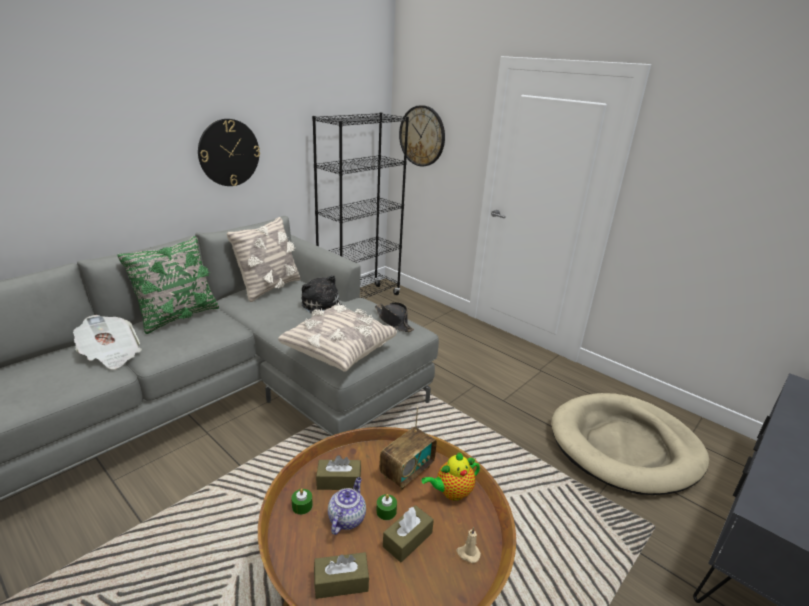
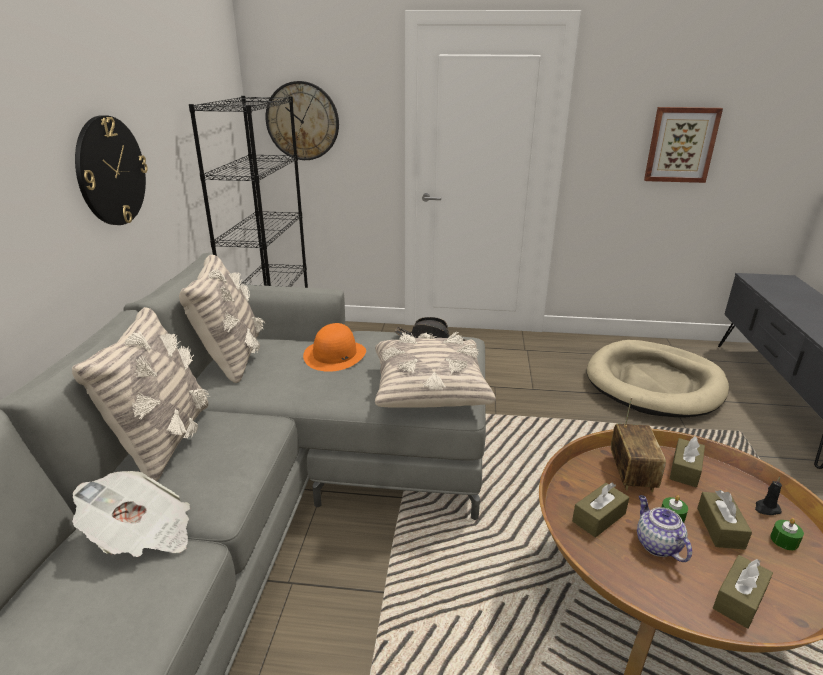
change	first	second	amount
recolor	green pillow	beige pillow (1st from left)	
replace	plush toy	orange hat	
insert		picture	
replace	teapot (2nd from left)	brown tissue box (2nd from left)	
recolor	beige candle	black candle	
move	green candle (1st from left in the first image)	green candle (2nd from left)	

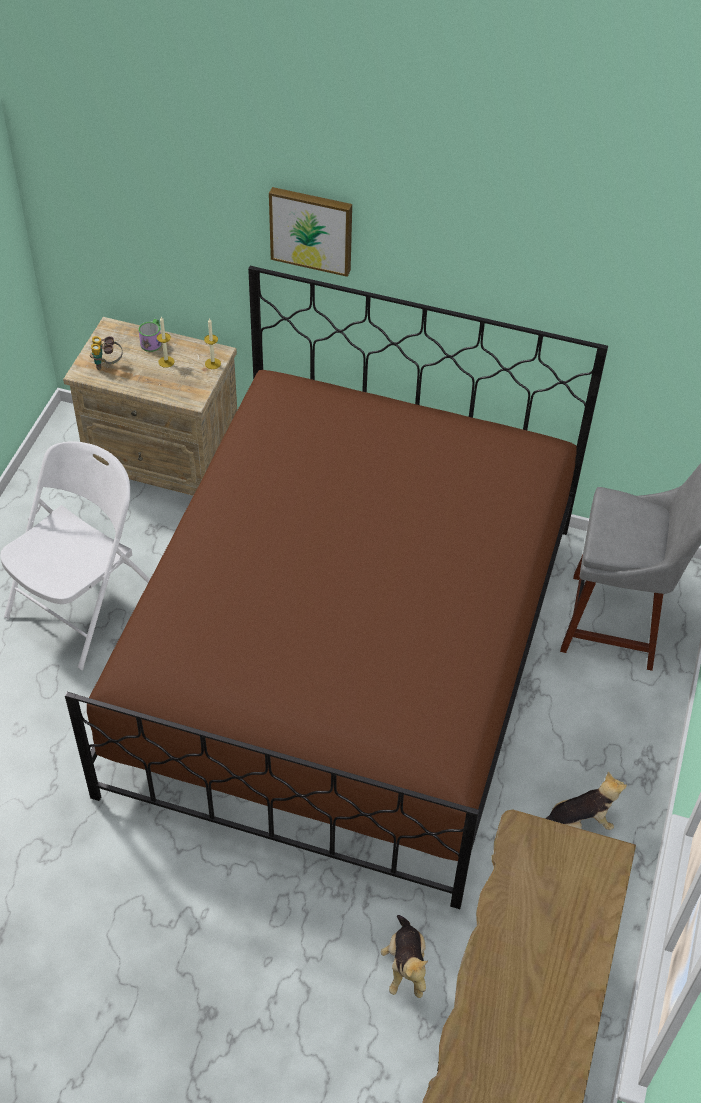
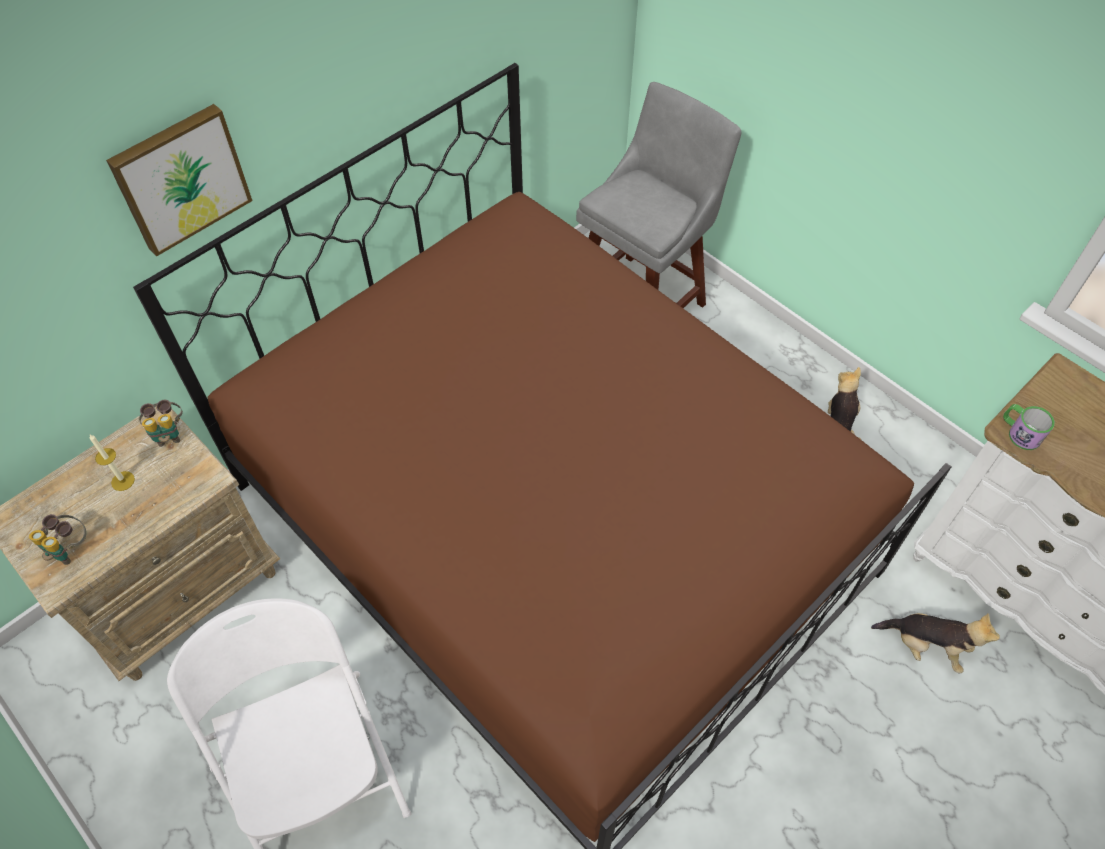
change	first	second	amount
replace	candle (2nd from left)	binoculars (2nd from left)	
move	mug		

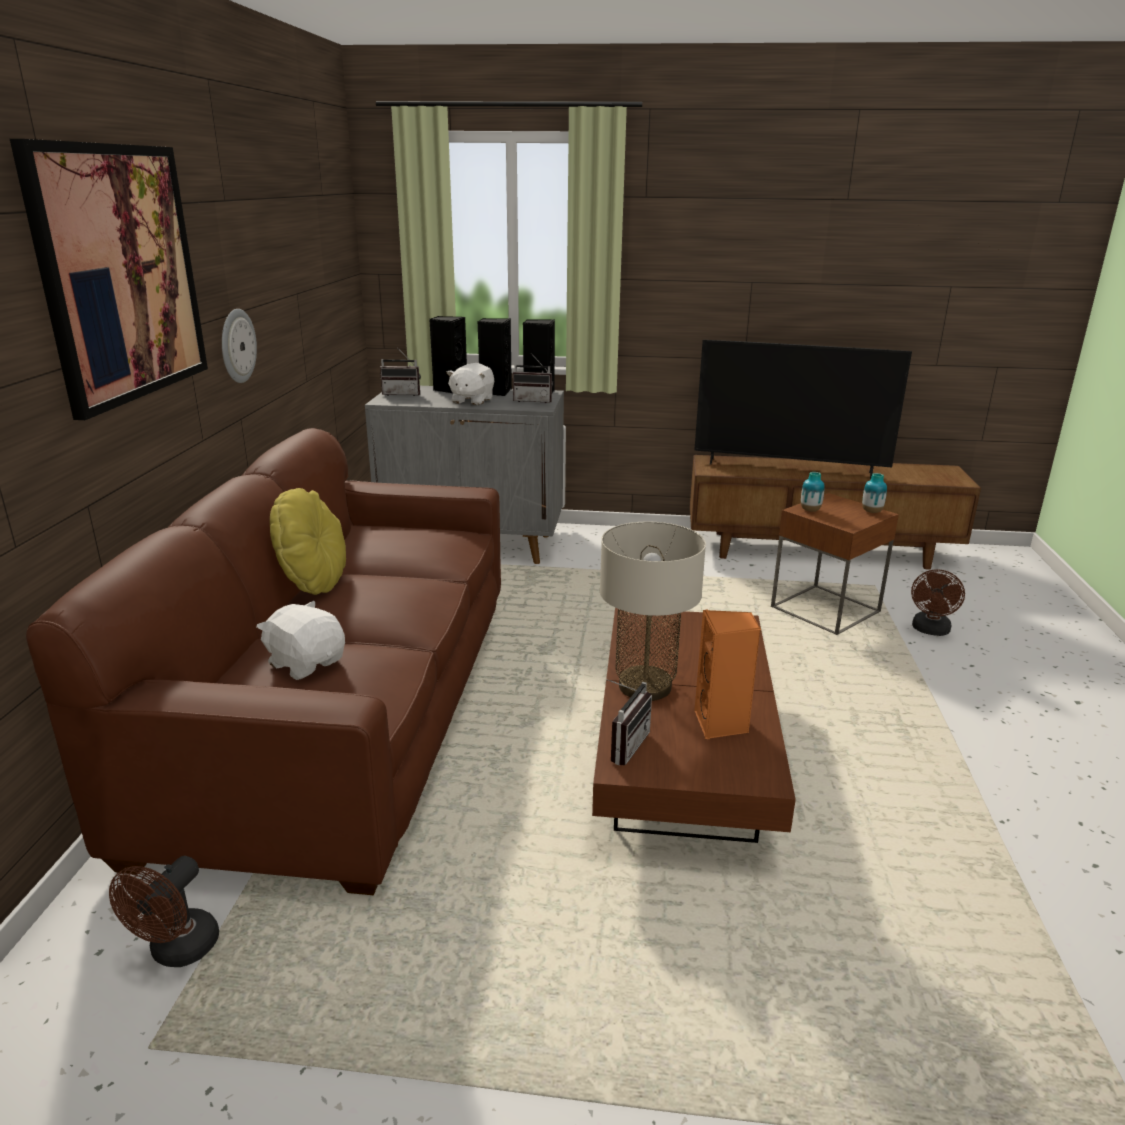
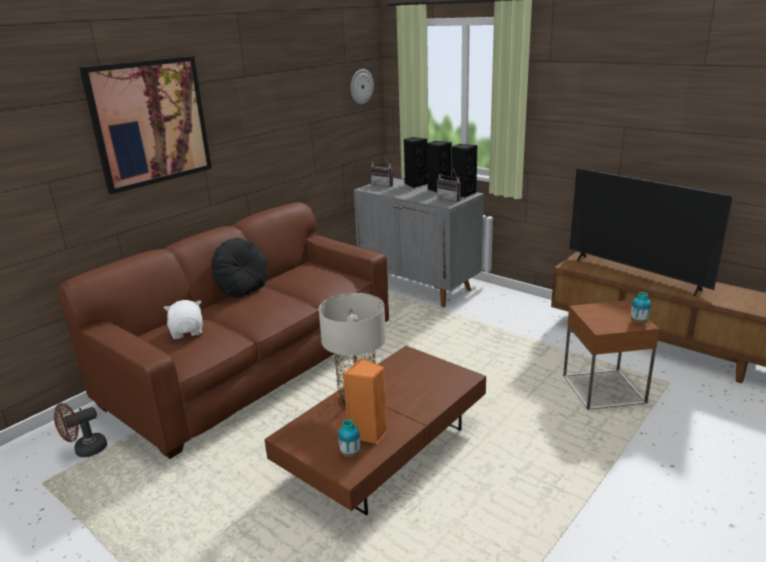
change	first	second	amount
recolor	yellow pillow	black pillow	
move	vase (1st from left)		
move	wall clock		
delete	white plush toy (2nd from left)		
delete	radio (3rd from left)		
delete	brown fan (2nd from left)		

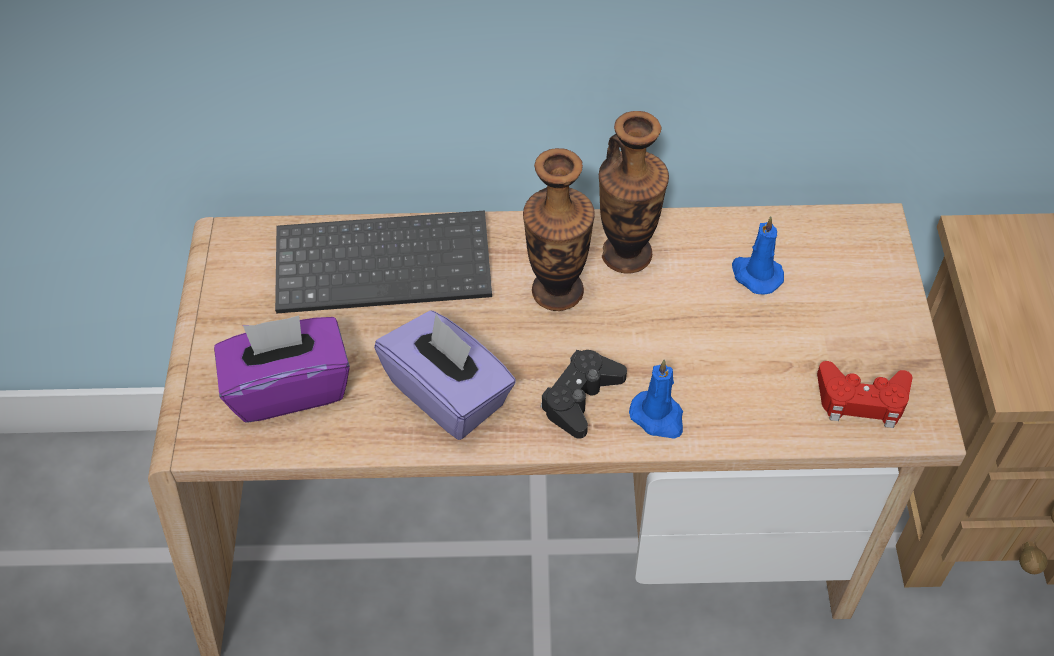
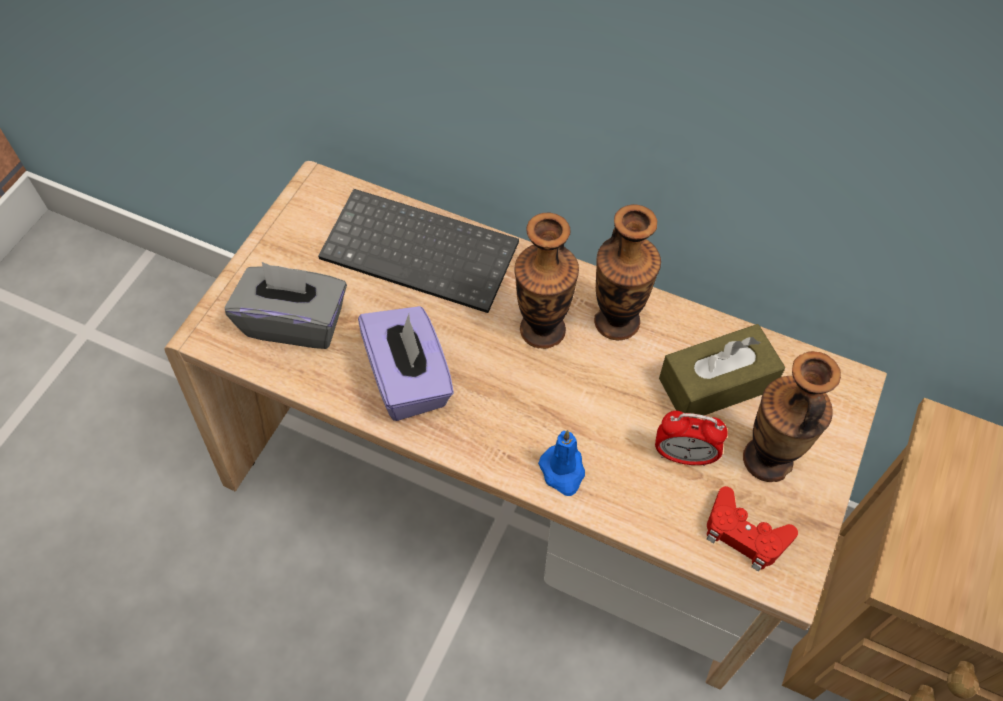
change	first	second	amount
recolor	purple tissue box (1st from left)	grey tissue box	
insert		alarm clock	
replace	blue candle (2nd from left)	brown tissue box	
insert		vase (3rd from left)	
delete	black game controller		

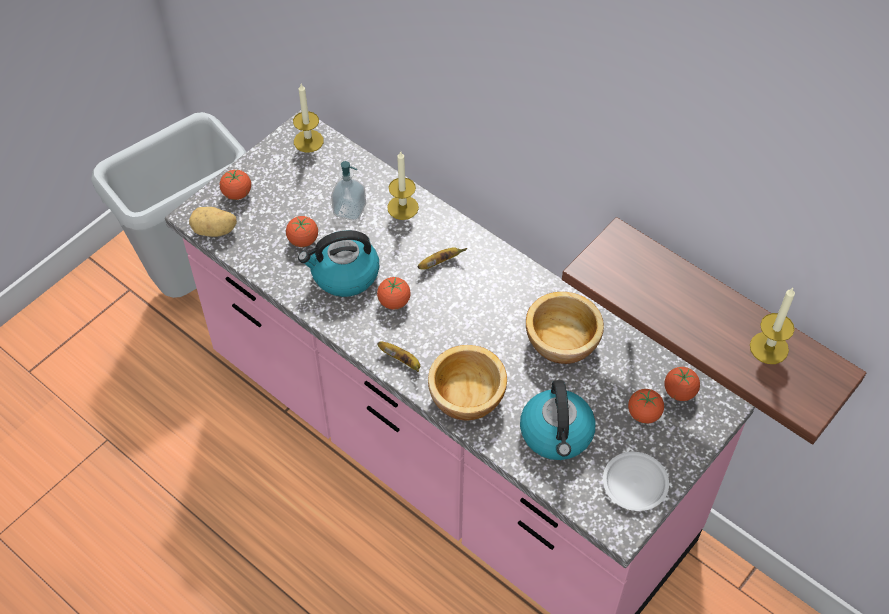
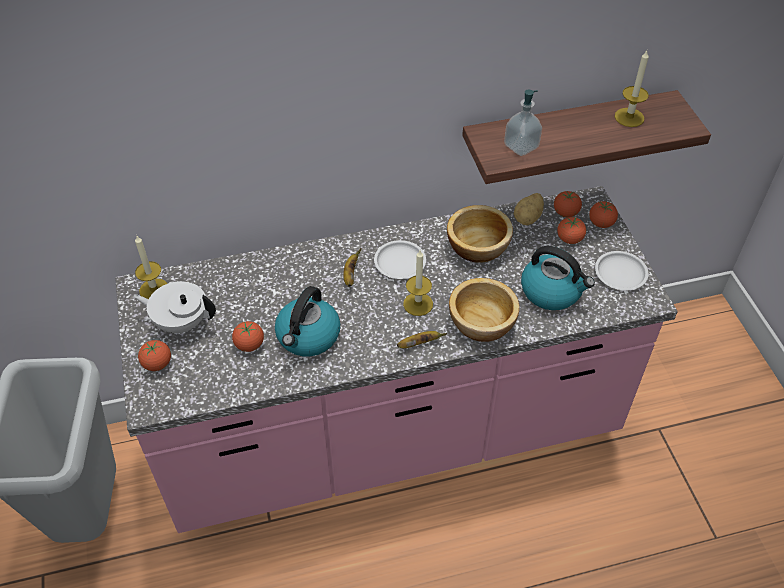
change	first	second	amount
insert		white teapot	
insert		white plate (1st from left)	
move	candle (2nd from left)		
move	soap dispenser		
move	potato		
move	tomato (3rd from left in the first image)	tomato (5th from left)	

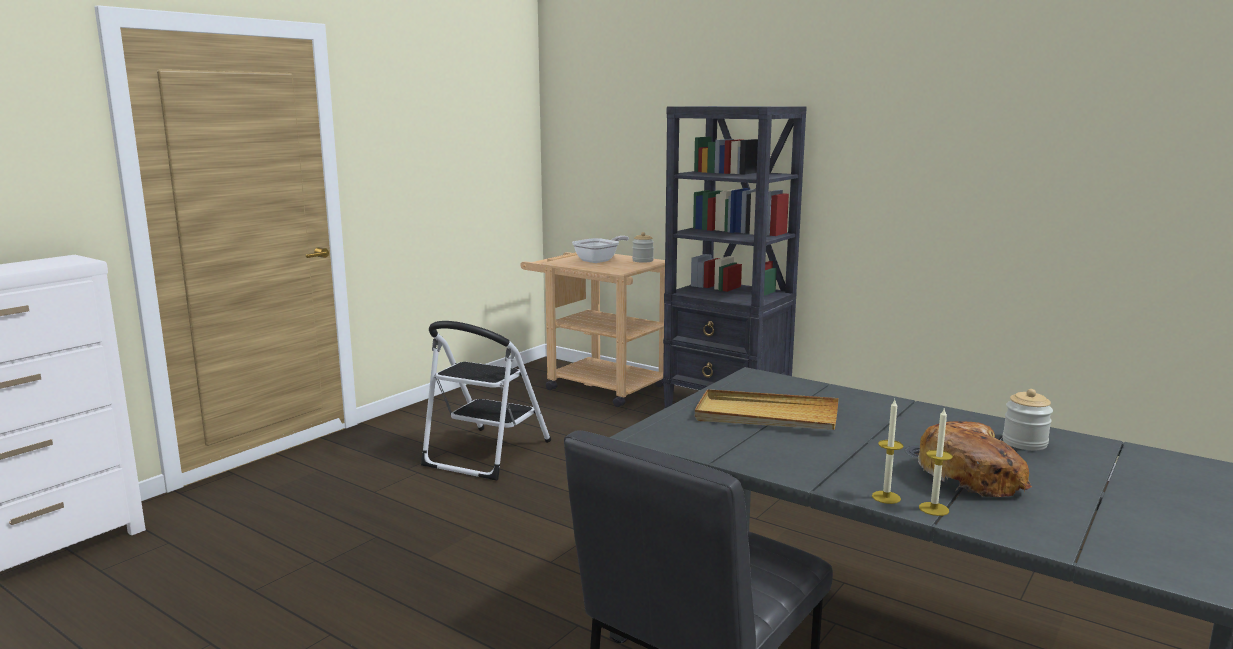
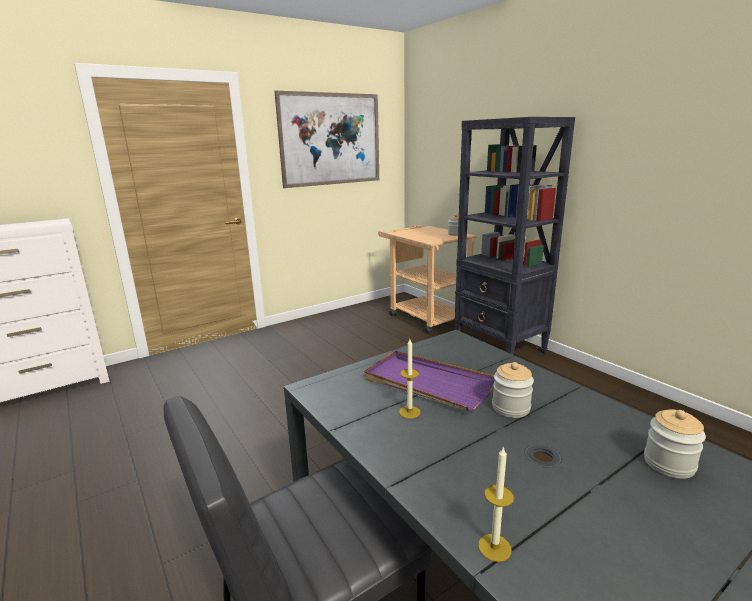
change	first	second	amount
insert		picture	
recolor	beige tray	purple tray	
move	candle (1st from left)		
insert		jar (2nd from left)	
delete	step ladder		
delete	frying pan		
delete	bread		

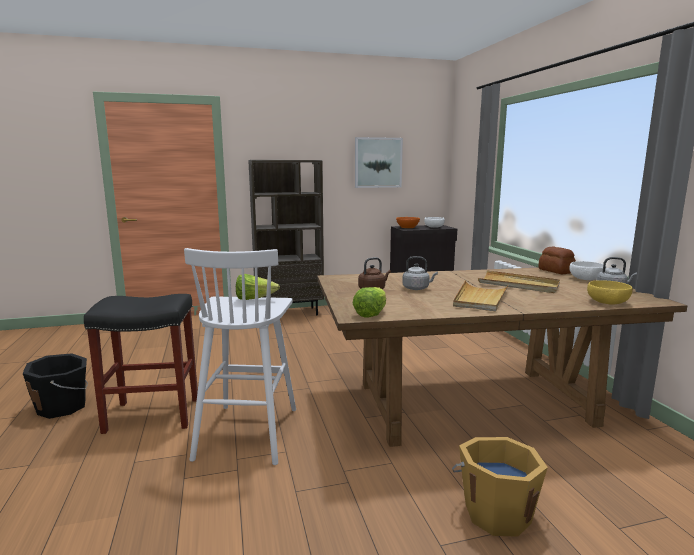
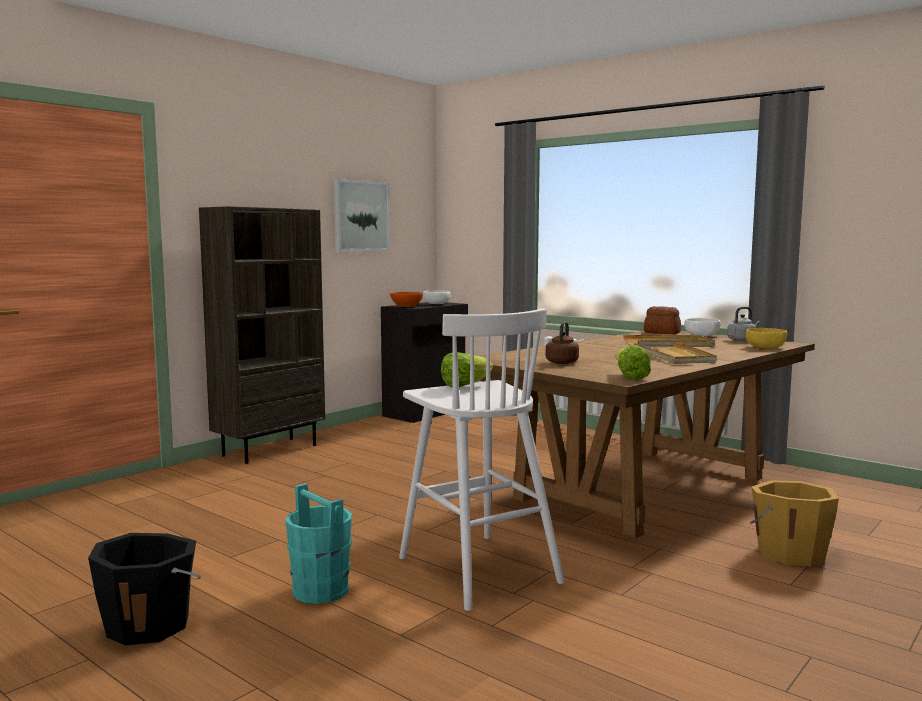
change	first	second	amount
replace	black stool	turquoise bucket	
delete	grey kettle (1st from left)		

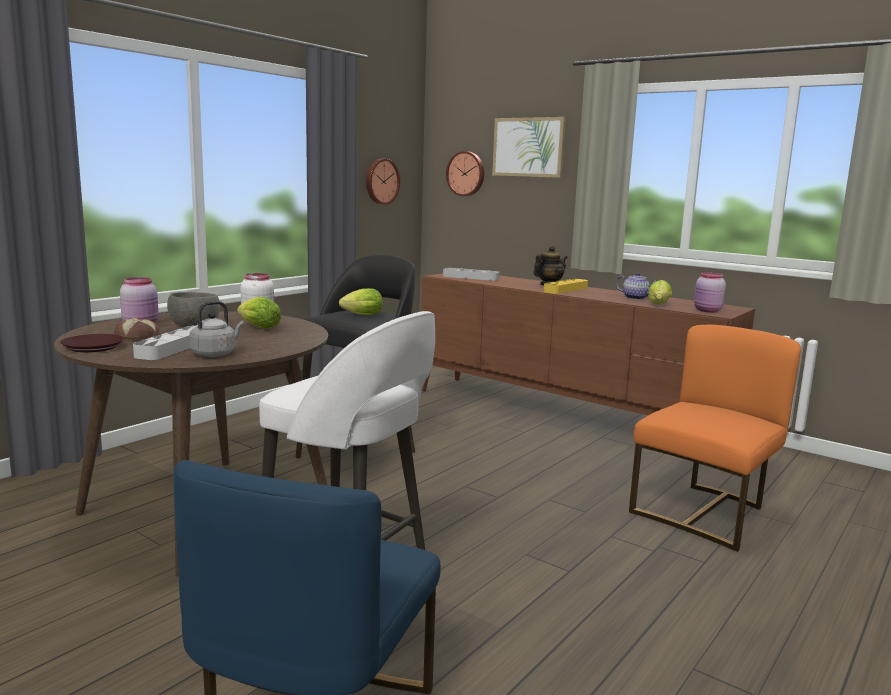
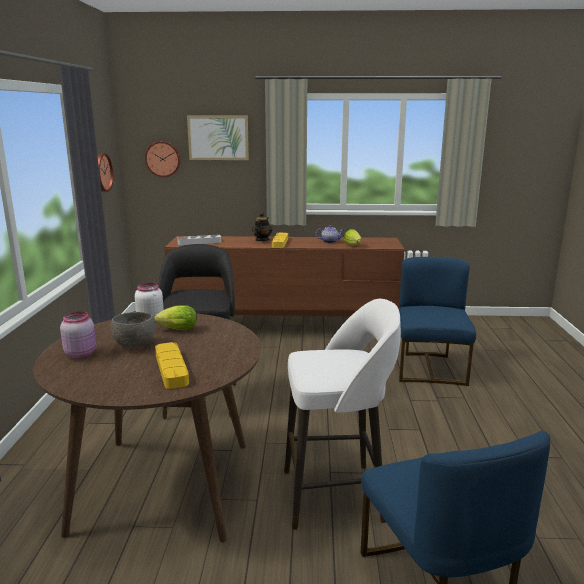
change	first	second	amount
recolor	grey tray (1st from left)	yellow tray (1st from left)	
recolor	orange chair	blue chair (1st from left)	
delete	brown plate		
delete	bread		
delete	grey kettle		
delete	lettuce (2nd from left)		
delete	pink jar (2nd from left)		

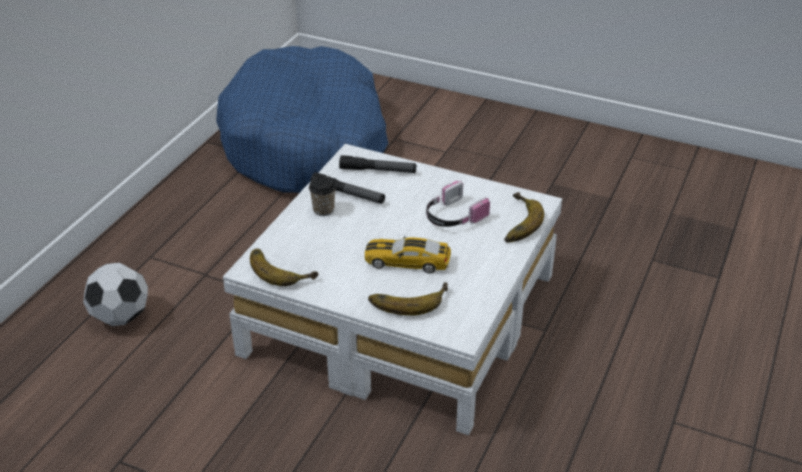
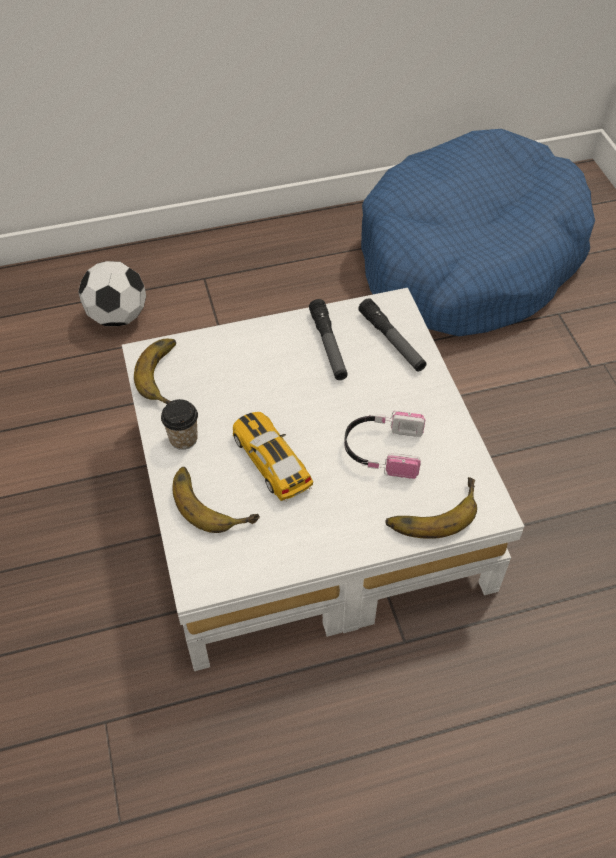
change	first	second	amount
move	cup		

